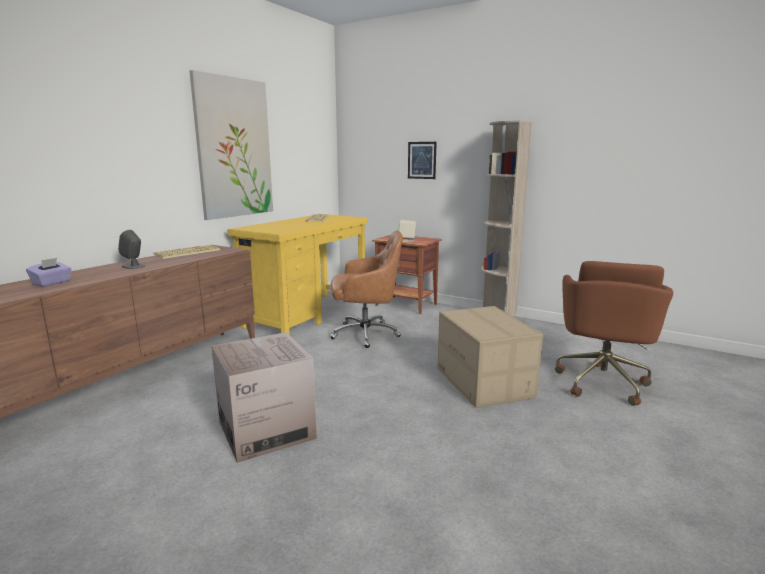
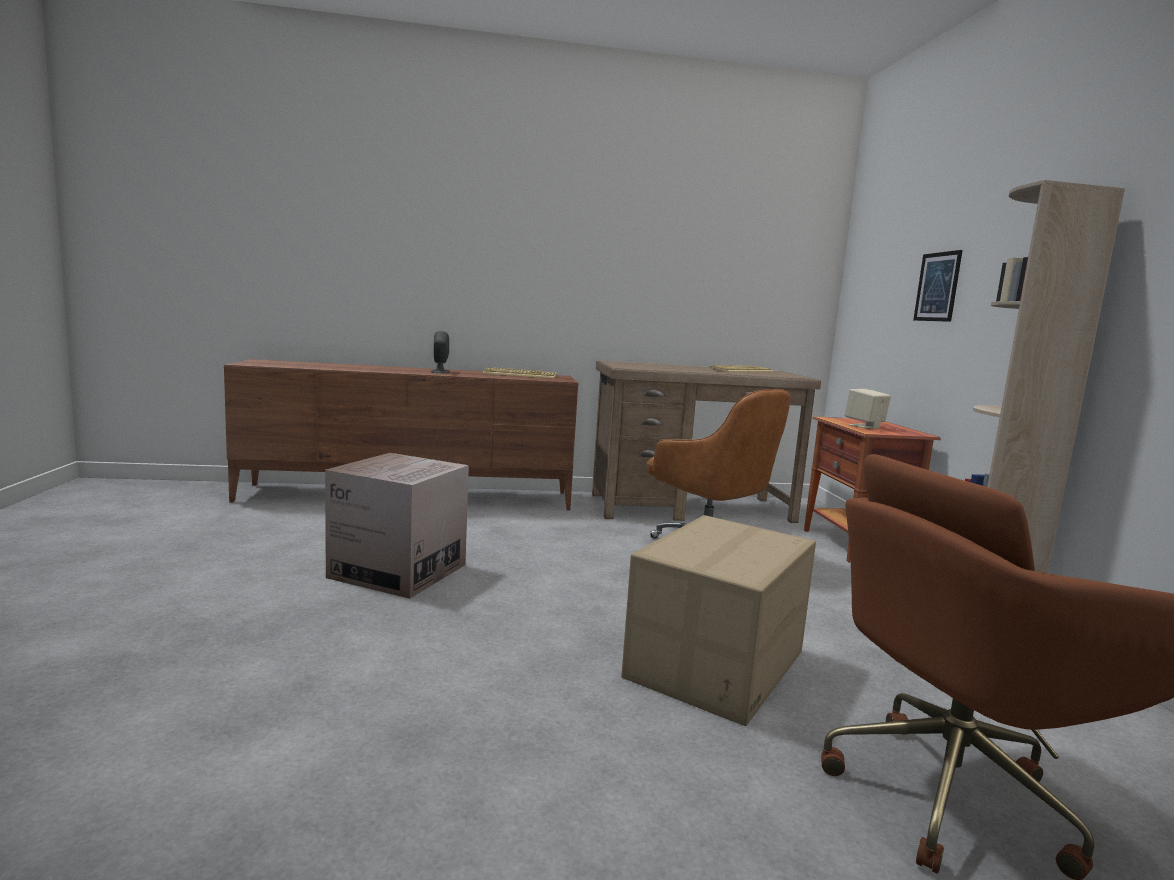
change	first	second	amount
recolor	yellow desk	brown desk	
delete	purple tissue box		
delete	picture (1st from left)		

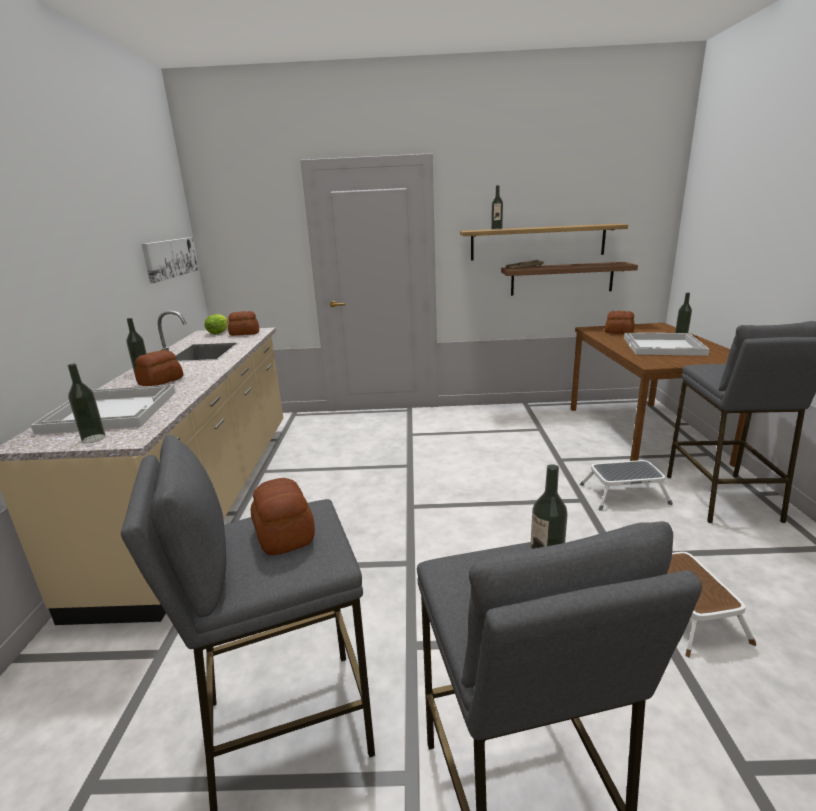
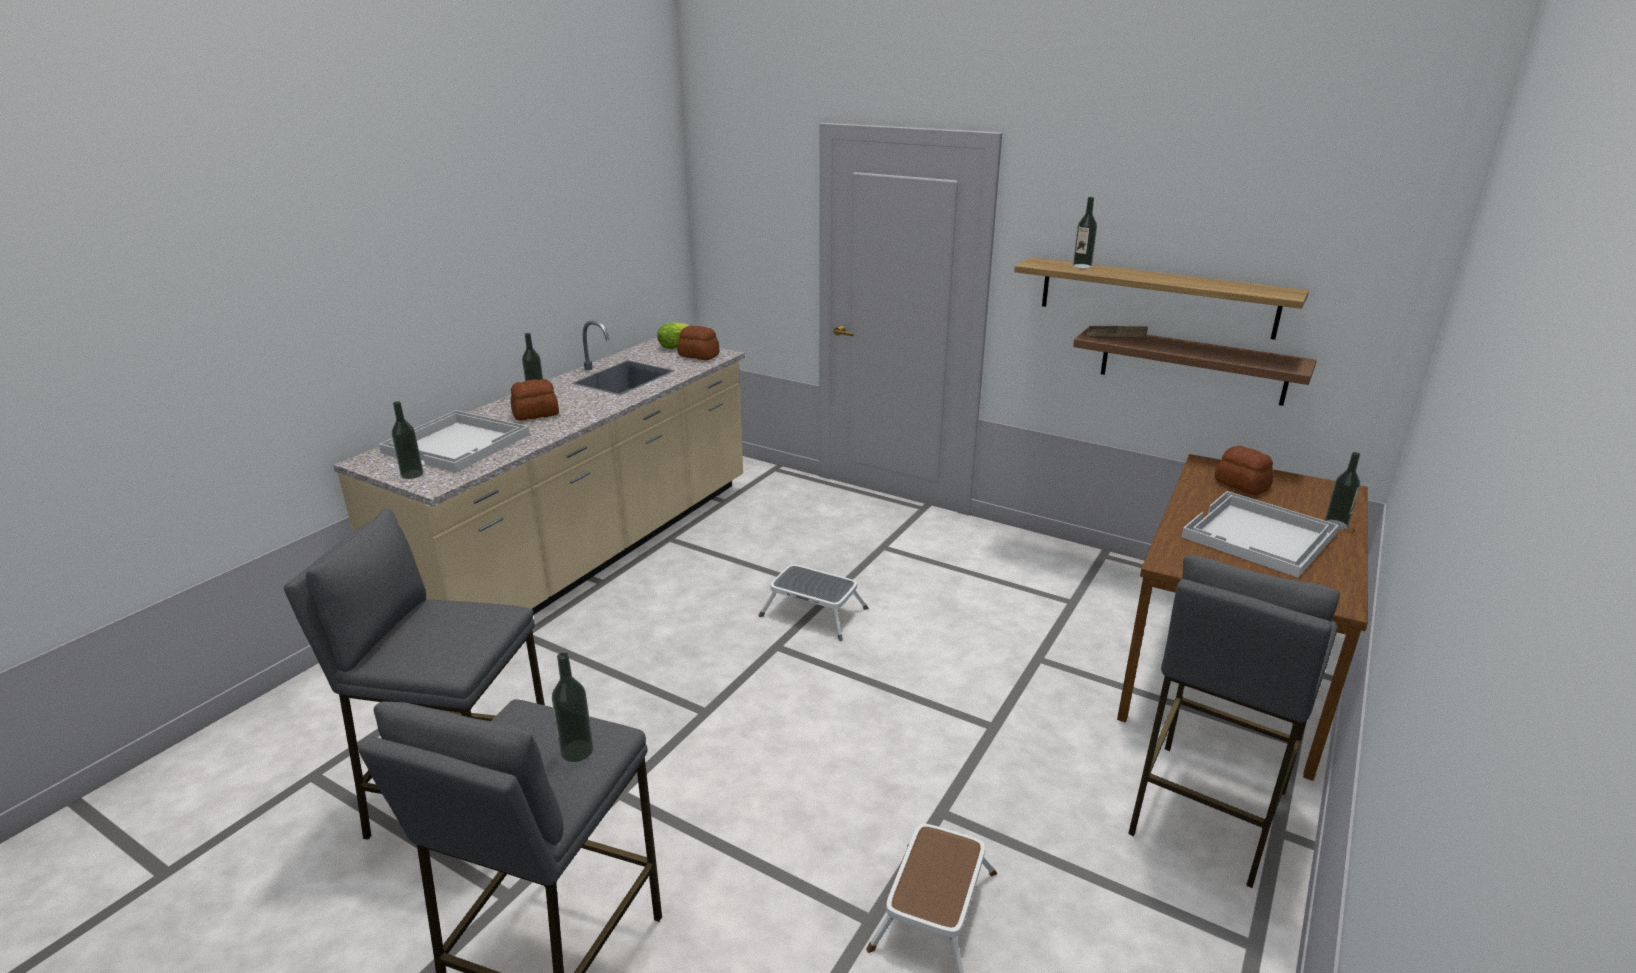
change	first	second	amount
move	grey step ladder		
delete	picture		
delete	bread (3rd from left)		

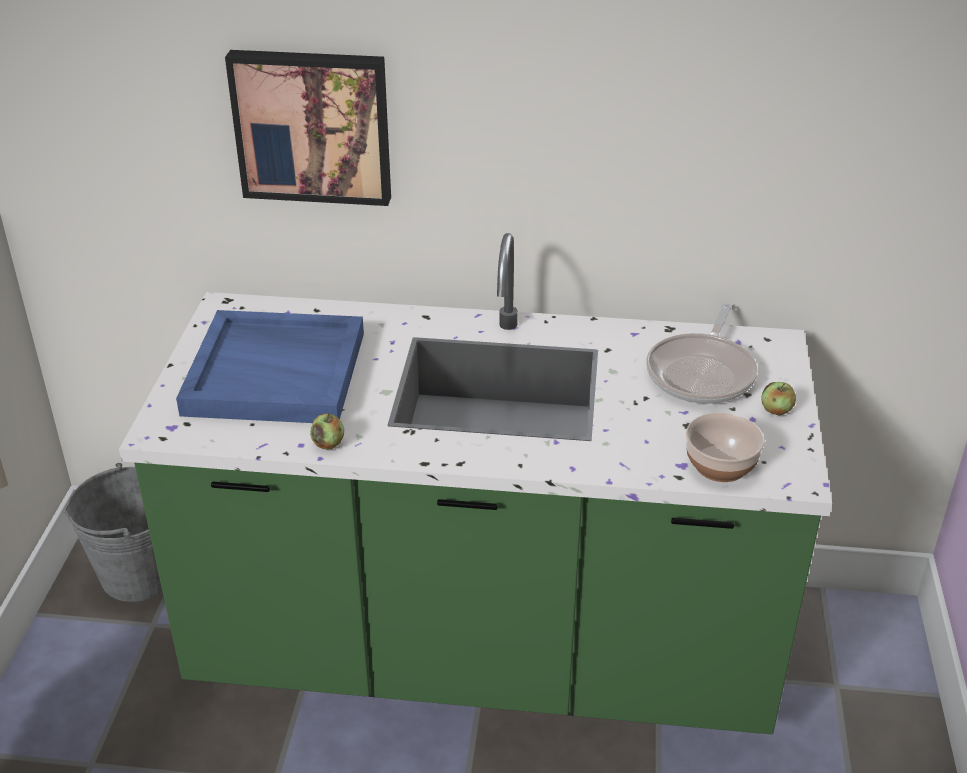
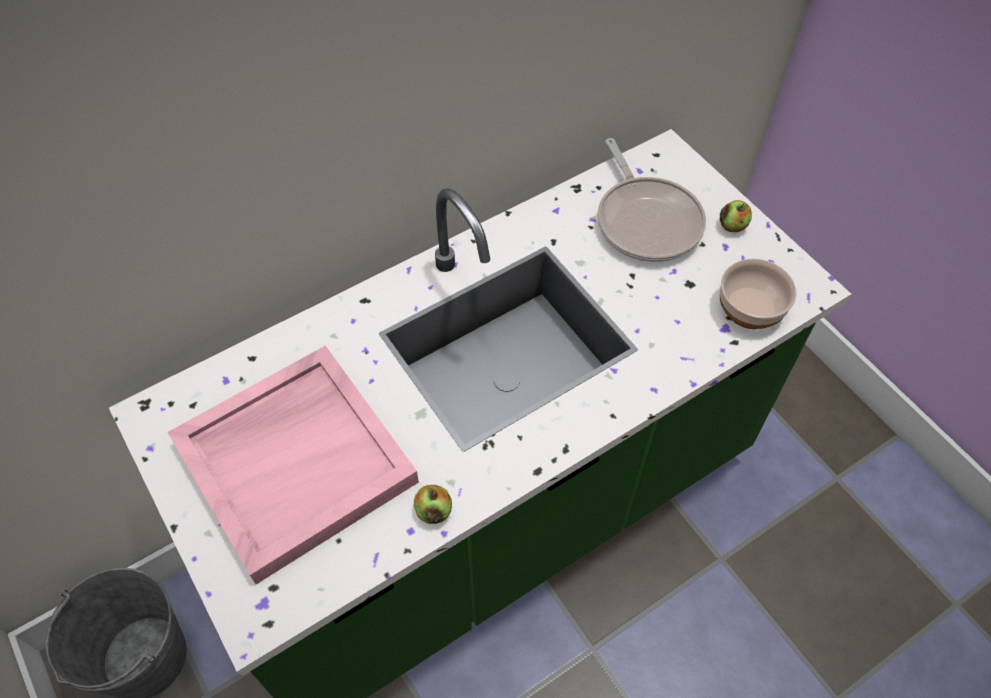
change	first	second	amount
recolor	blue tray	pink tray	
delete	picture		

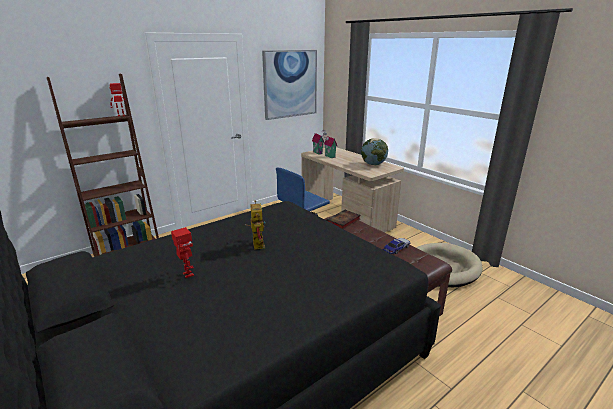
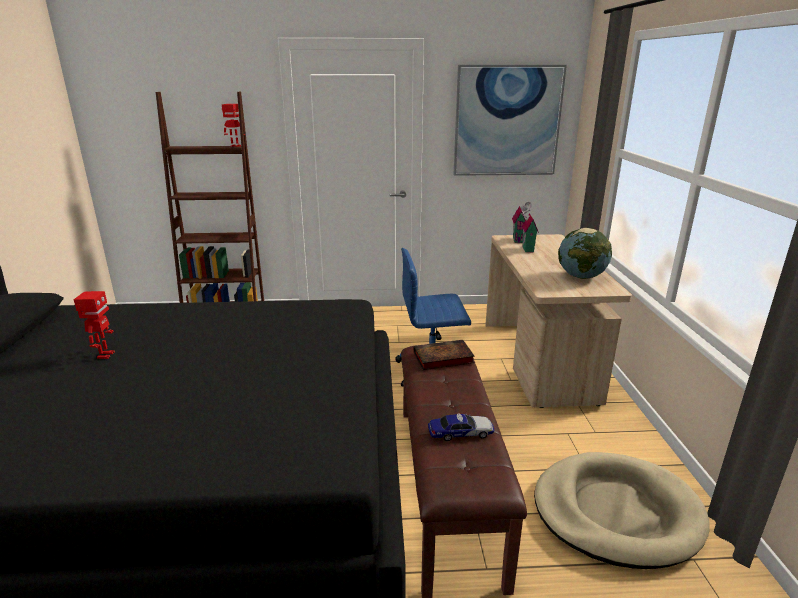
change	first	second	amount
delete	toy robot (3rd from left)		

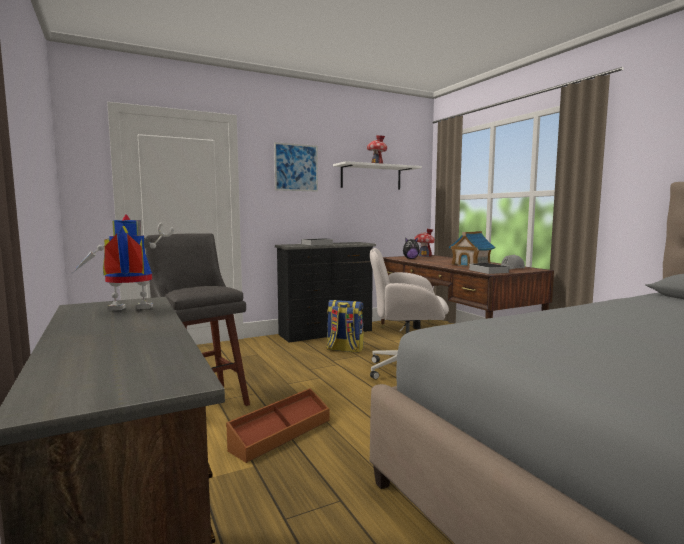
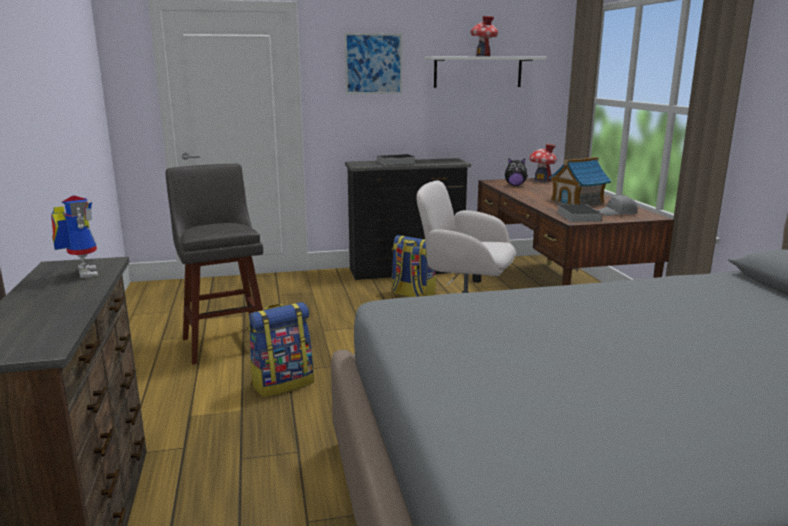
change	first	second	amount
rotate	toy robot		60 degrees clockwise
replace	brown storage box	backpack (1st from left)	

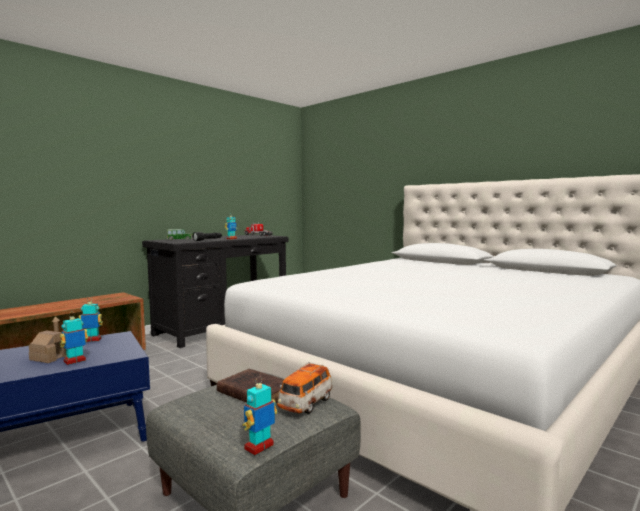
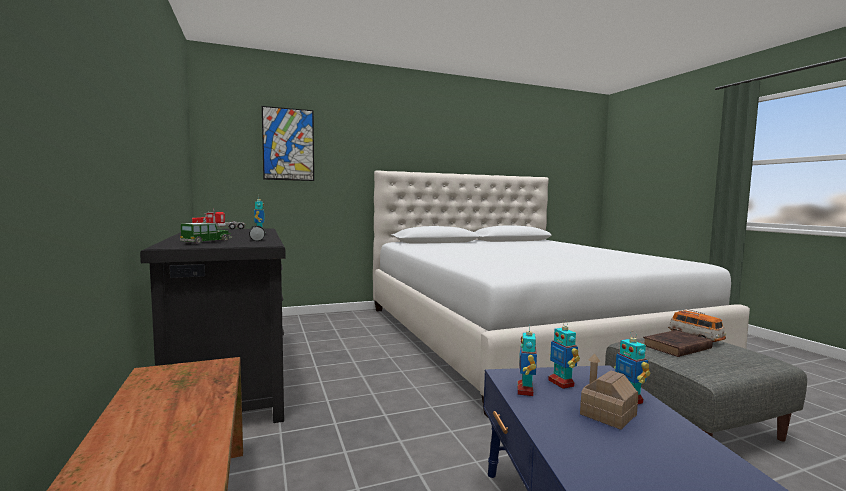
change	first	second	amount
insert		picture	
move	toy robot (4th from left in the first image)	toy robot (3rd from left)	

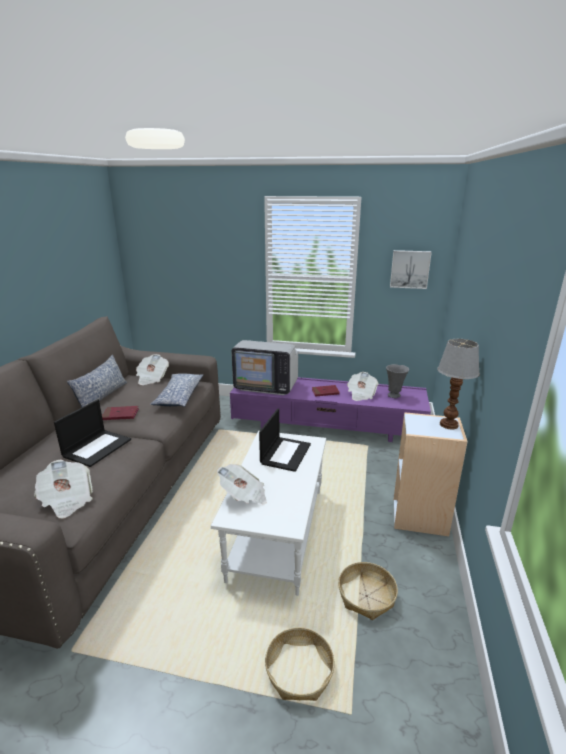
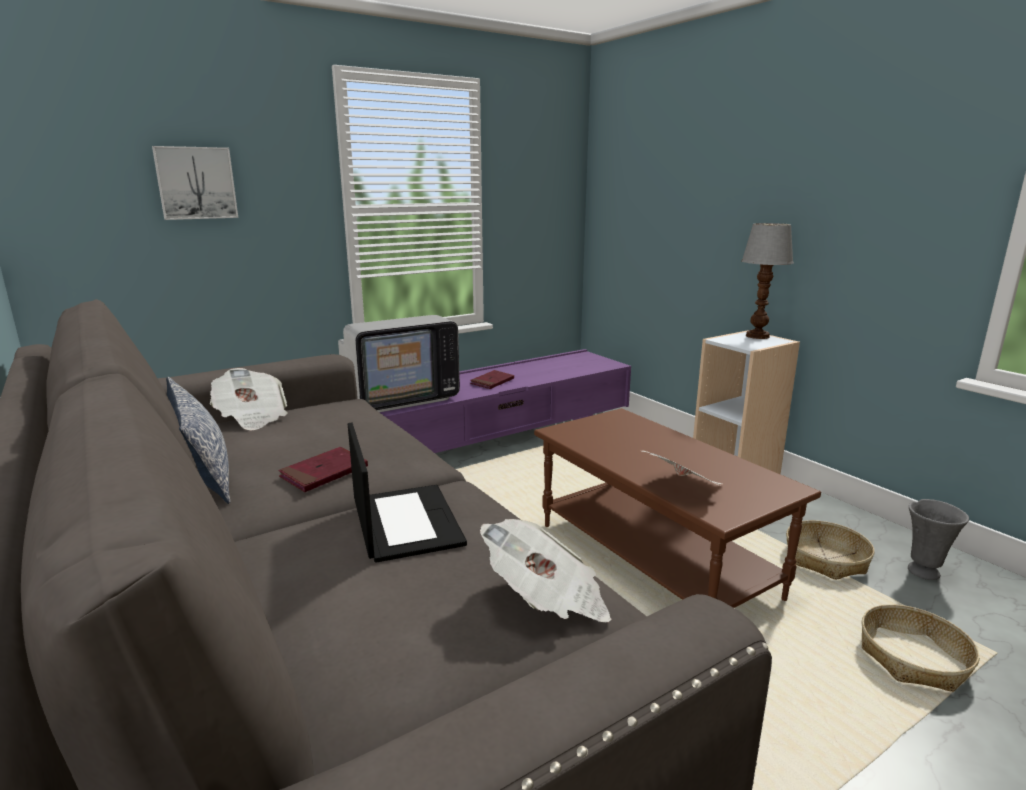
change	first	second	amount
move	picture		
recolor	white coffee table	brown coffee table	
move	grey vase		
delete	pillow (2nd from left)		
delete	laptop (2nd from left)		
delete	newspaper (4th from left)		

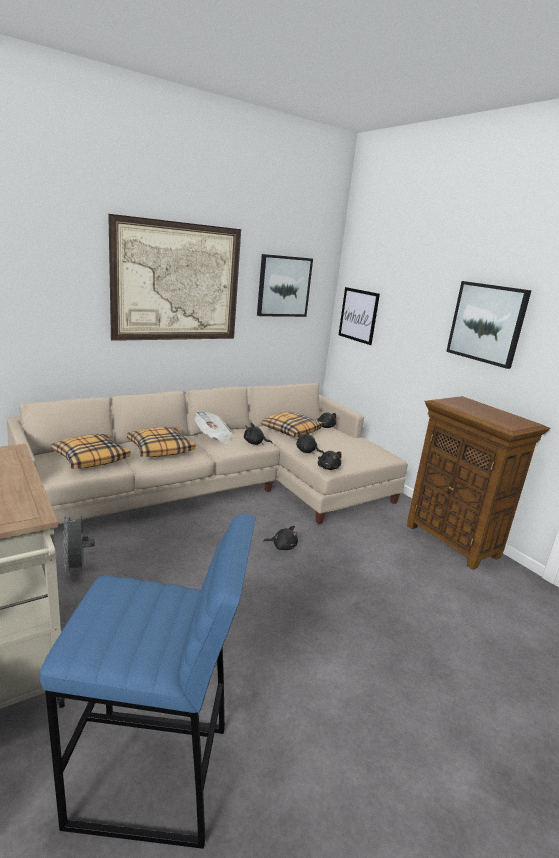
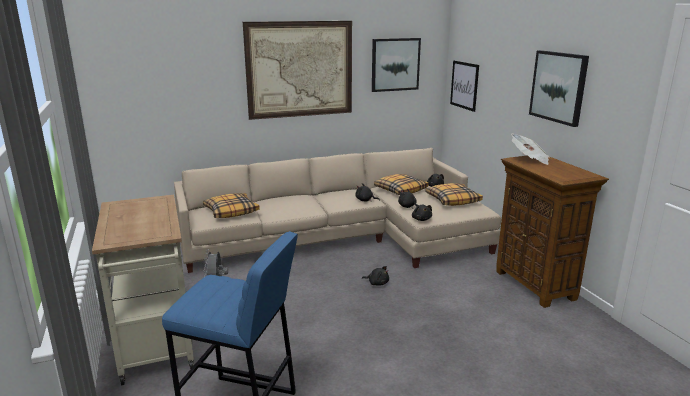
change	first	second	amount
move	pillow (2nd from left in the first image)	pillow (3rd from left)	
move	newspaper		

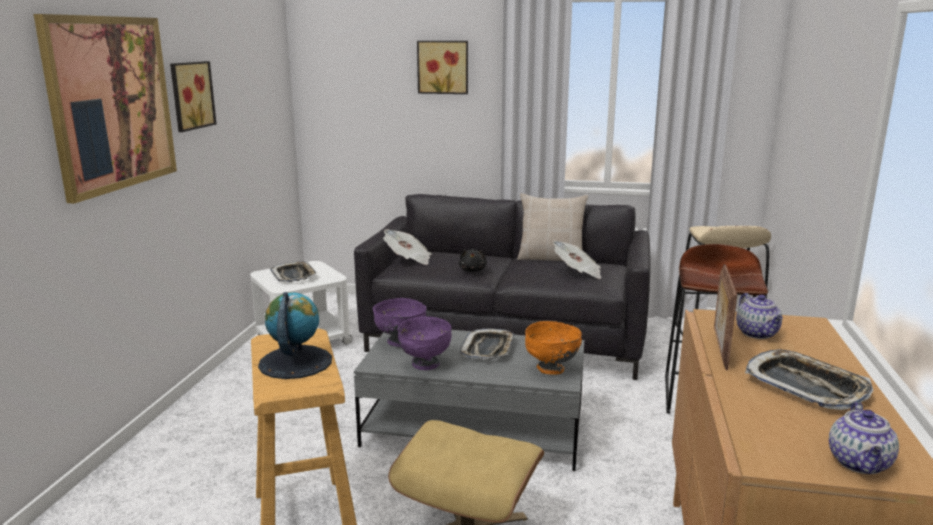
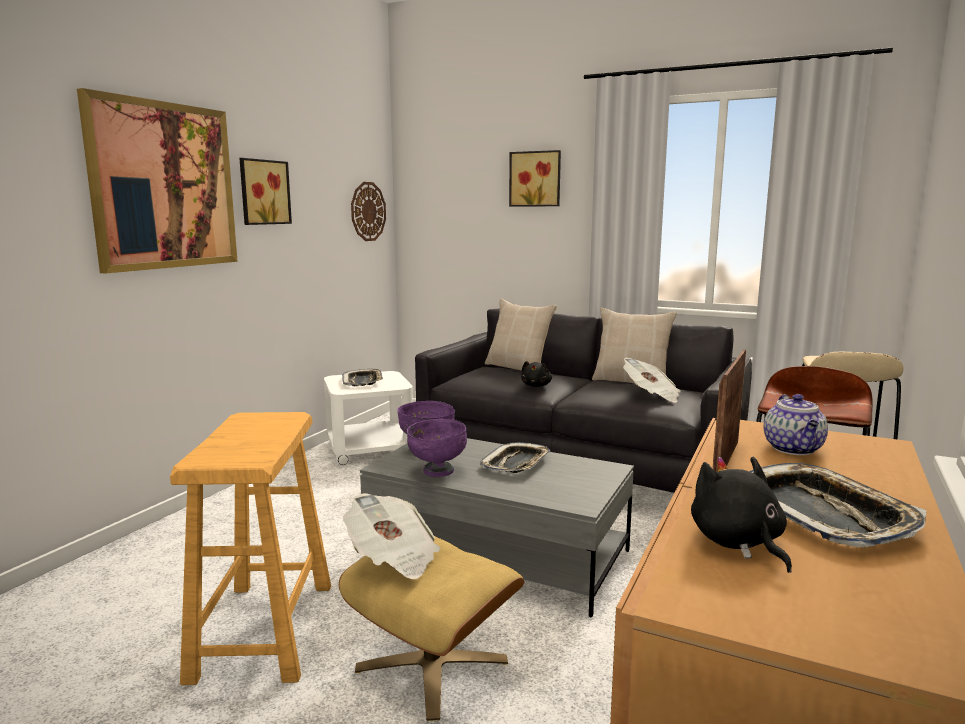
change	first	second	amount
move	newspaper (1st from left)		
insert		wall clock	
insert		beige pillow (1st from left)	
insert		black plush toy (2nd from left)	
delete	globe		
delete	orange bowl		
delete	teapot (2nd from left)		

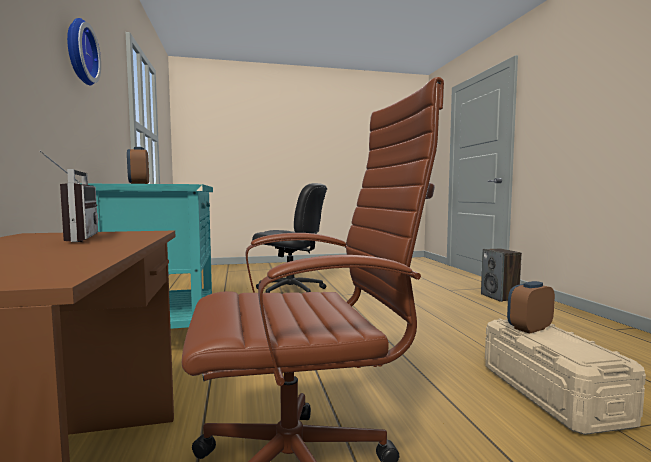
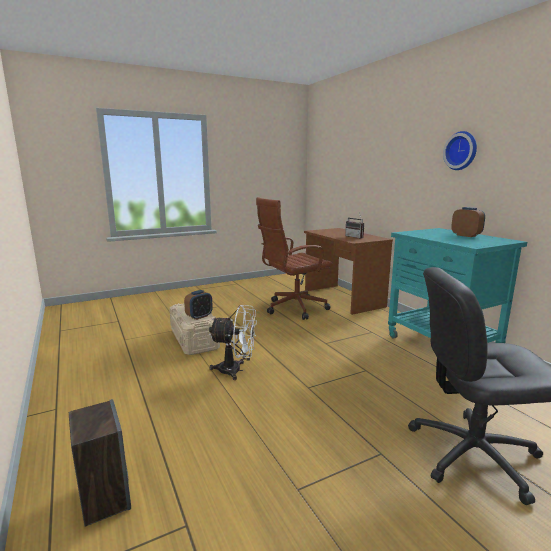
change	first	second	amount
insert		white fan	

